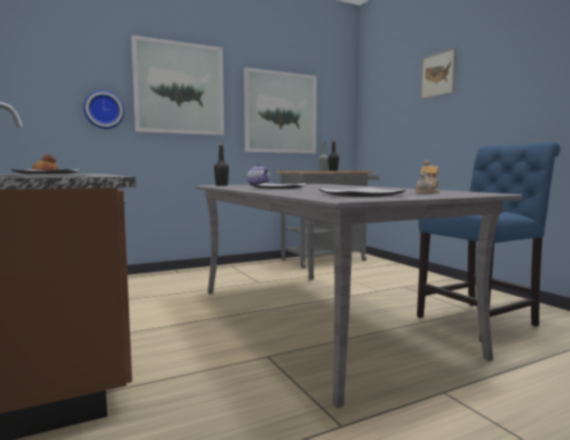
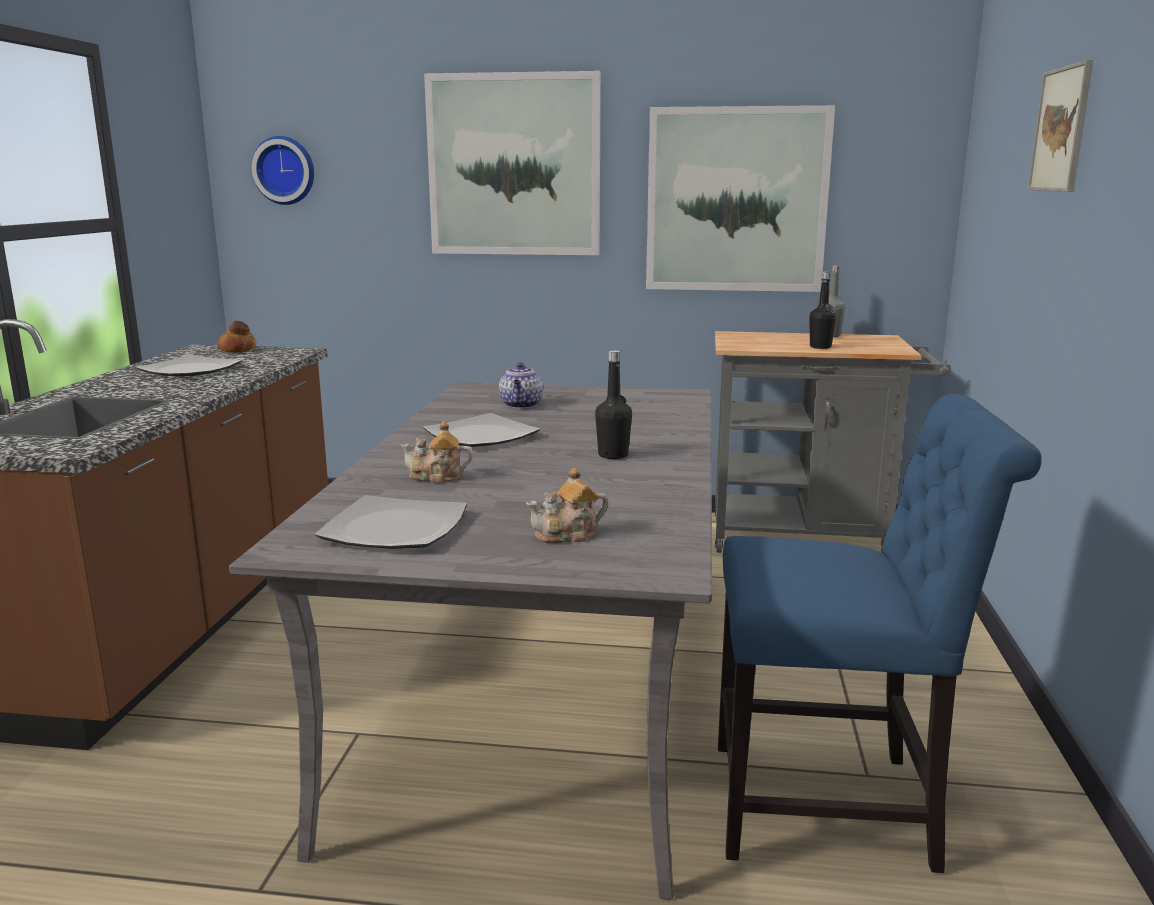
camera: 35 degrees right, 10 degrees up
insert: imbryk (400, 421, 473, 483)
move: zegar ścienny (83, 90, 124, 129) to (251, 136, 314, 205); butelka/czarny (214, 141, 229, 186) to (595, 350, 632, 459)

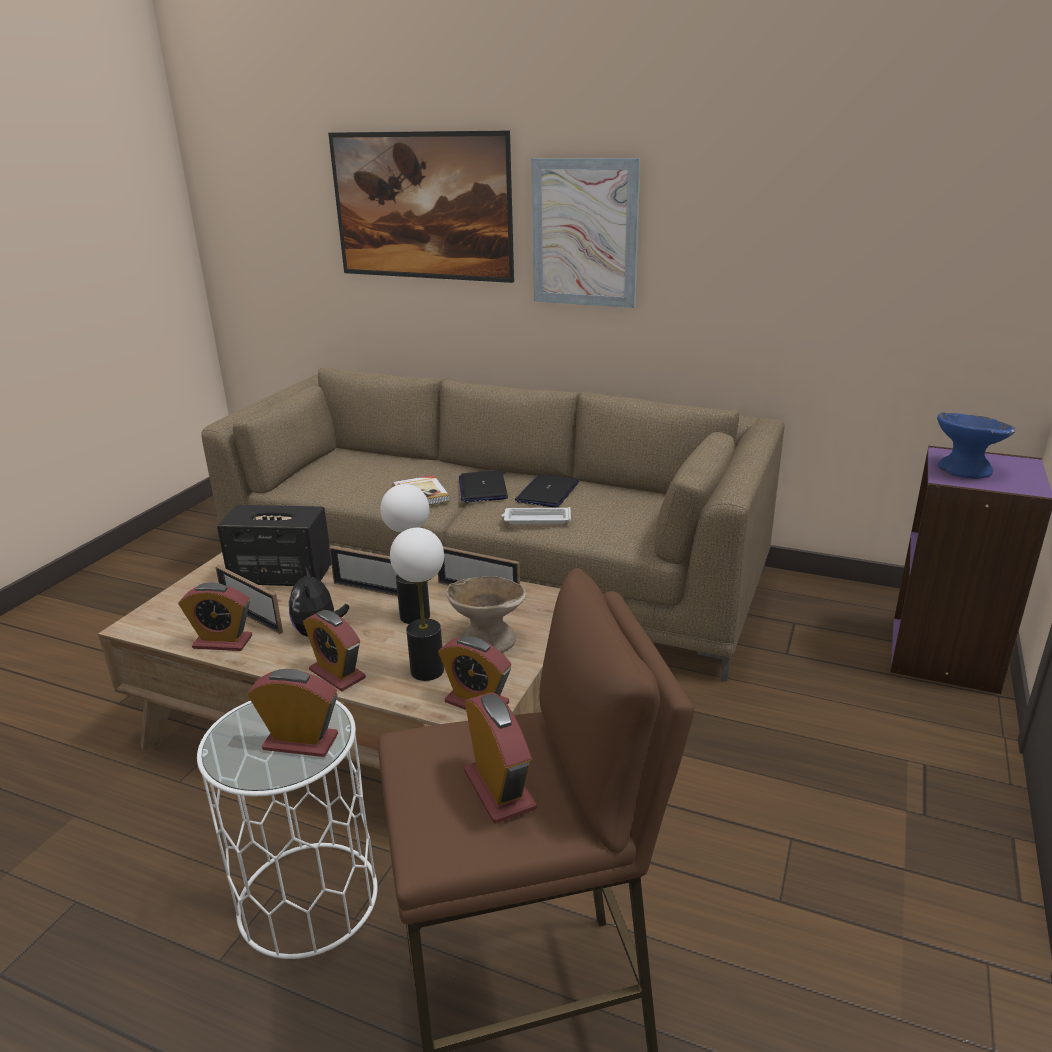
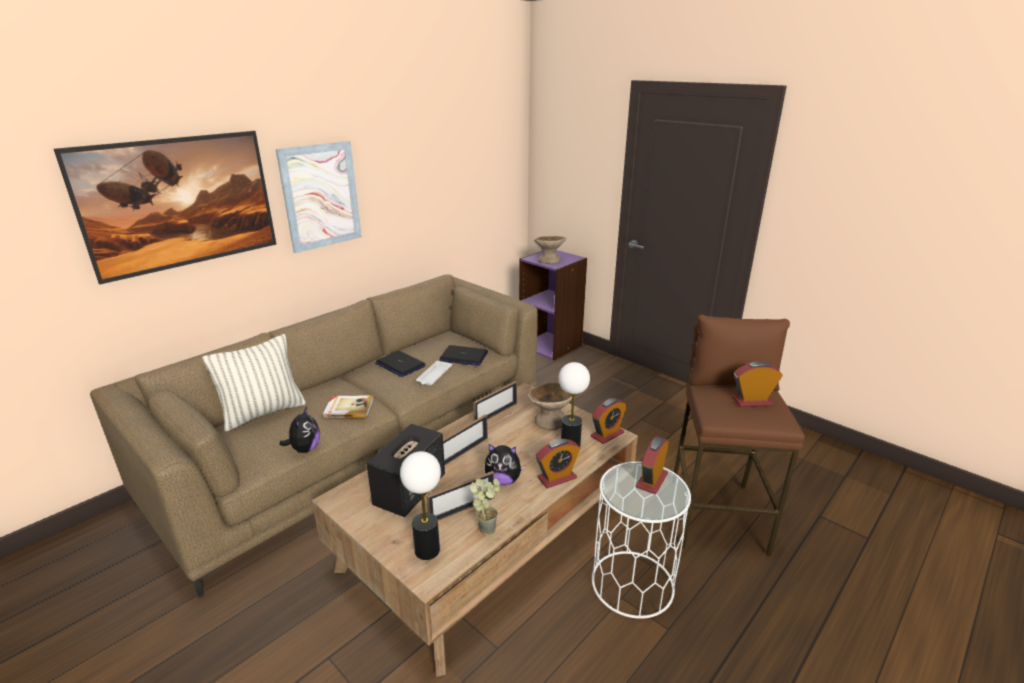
camera: 70 degrees left, 0 degrees up
insert: poduszka (202, 334, 306, 431); pluszak (280, 406, 320, 453)
move: lampa stołowa (381, 484, 430, 624) to (400, 451, 441, 560); laptop (459, 470, 508, 502) to (439, 345, 488, 366)
replace: budzik (178, 582, 252, 651) to roślina doniczkowa (470, 479, 500, 535)
recolor: miska/niebieski (937, 412, 1015, 479) to miska/beżowy (534, 236, 566, 264)

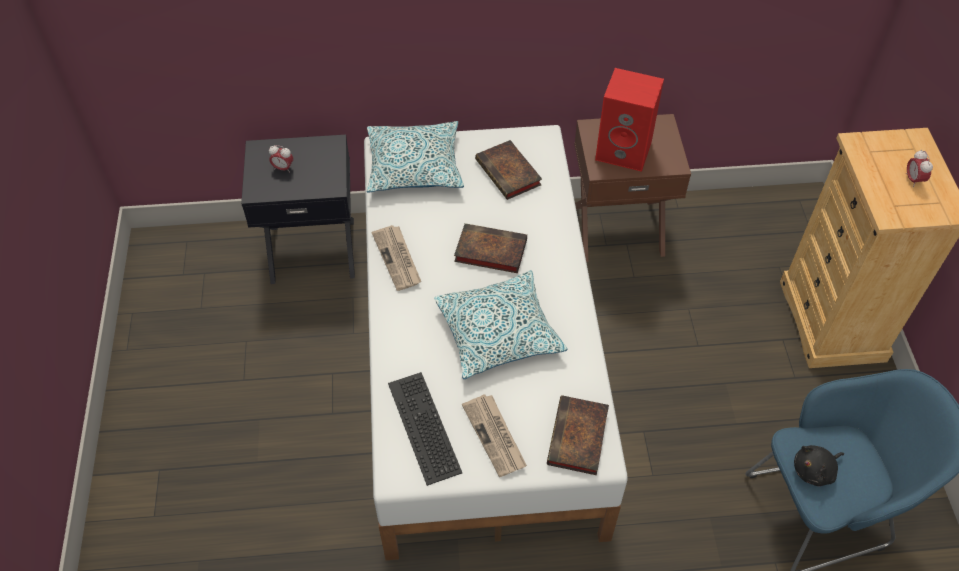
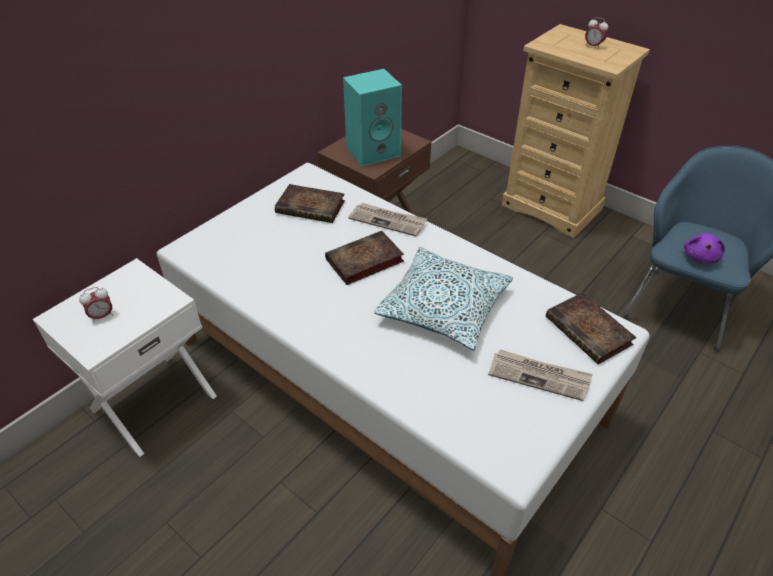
camera: 45 degrees left, 10 degrees down
delete: poduszka (367, 121, 464, 193); klawiatura (388, 372, 462, 486)
move: gazeta (372, 225, 421, 291) to (348, 203, 427, 236)
recolor: szafka nocna/czarny (241, 134, 355, 284) to szafka nocna/biały (33, 258, 217, 457); głośnik/czerwony (595, 68, 664, 172) to głośnik/turkusowy (343, 69, 402, 167); pluszak/czarny (794, 445, 844, 486) to pluszak/fioletowy (684, 233, 725, 264)

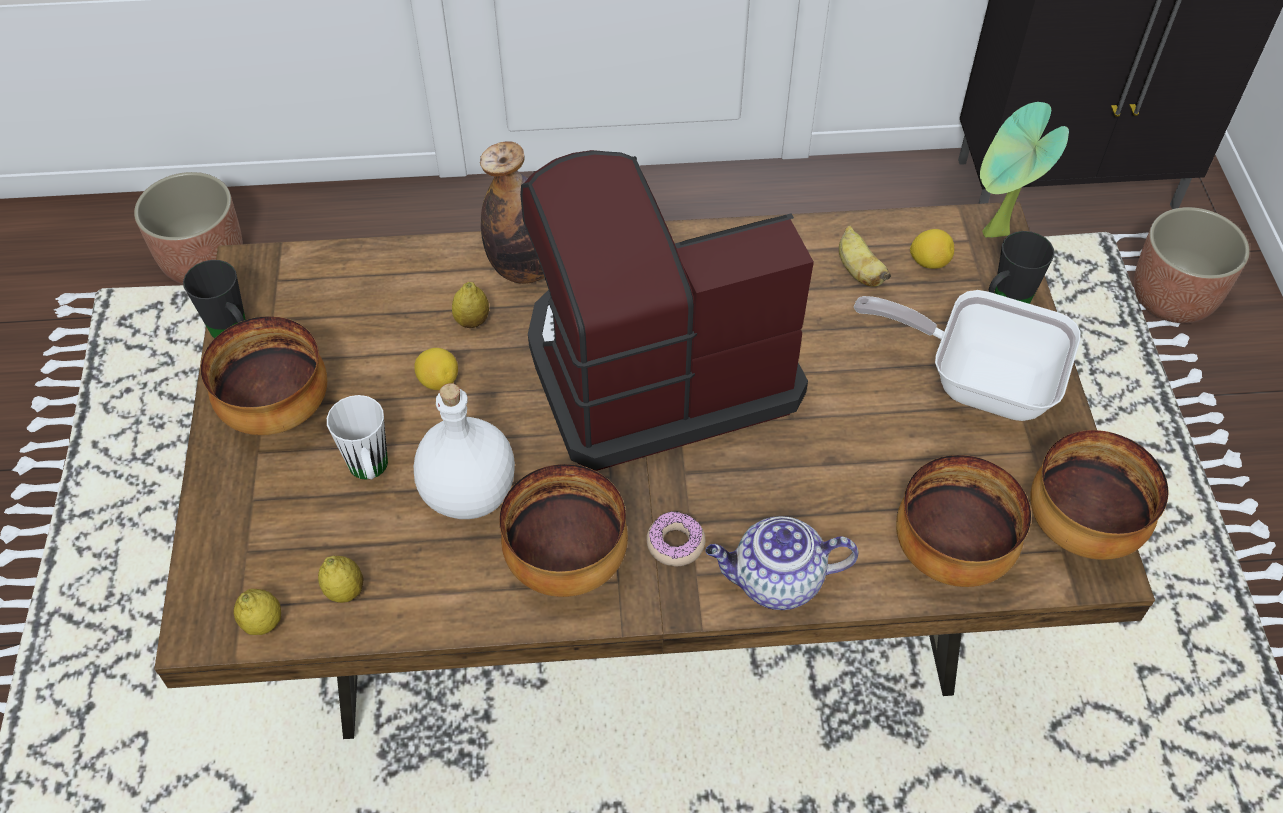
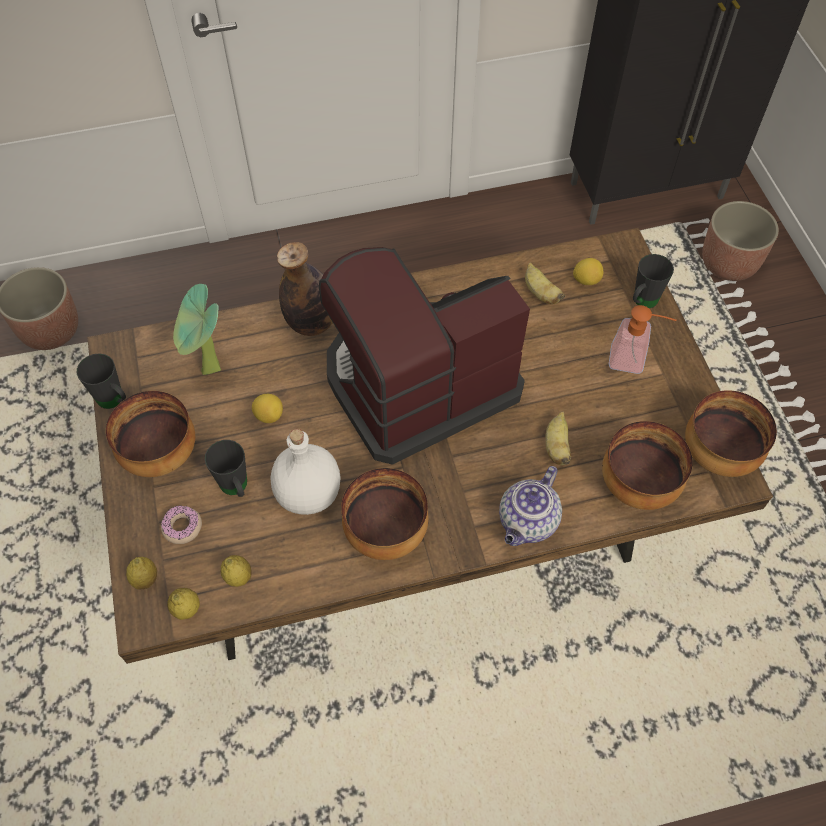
camera: 10 degrees left, 5 degrees up
insert: banan (545, 411, 571, 465)
move: cytryna (452, 282, 489, 328) to (126, 557, 157, 590); donut (647, 512, 706, 566) to (161, 505, 202, 544); roślina doniczkowa (980, 102, 1069, 238) to (173, 284, 221, 375)
replace: patelnia (854, 290, 1081, 421) to dozownik mydła (609, 305, 677, 374)
recolor: kubek/biały (327, 395, 388, 480) to kubek/czarny (205, 440, 247, 497)
rotate: imbryk (706, 516, 858, 610) = (499, 466, 562, 546) 45 degrees counterclockwise

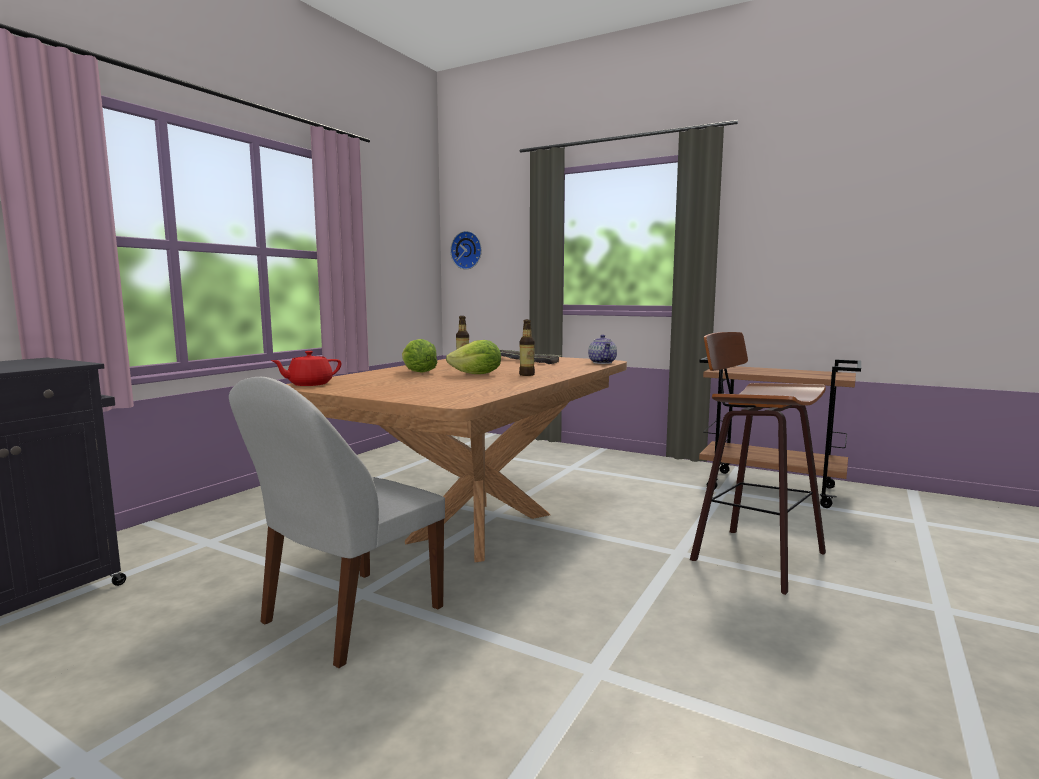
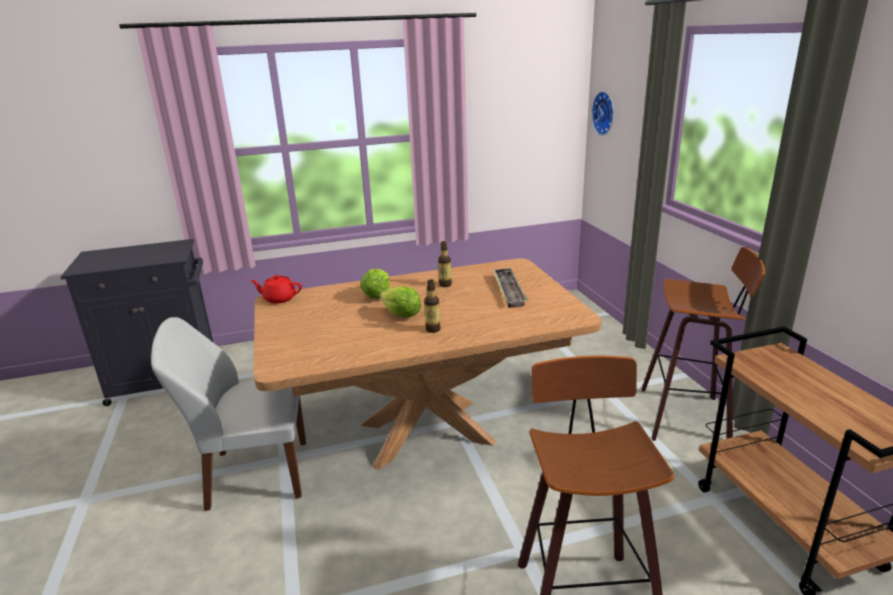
camera: 45 degrees right, 15 degrees up
delete: imbryk (588, 335, 617, 364)
insert: stołek (642, 247, 765, 441)

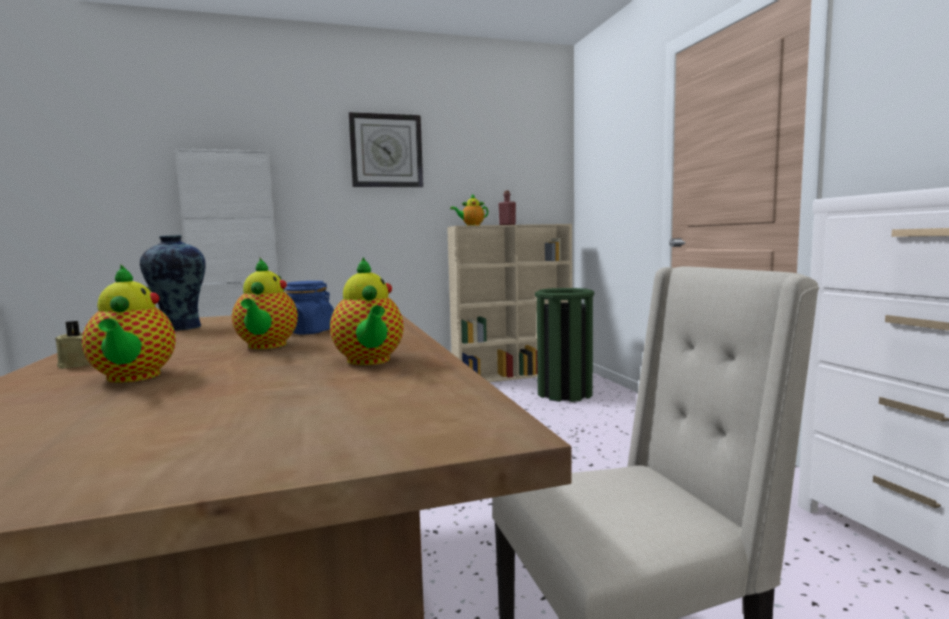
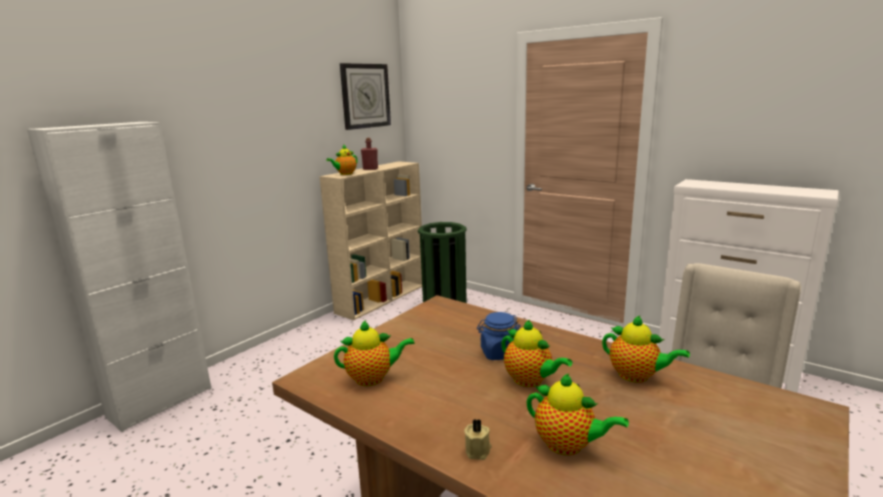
camera: 35 degrees left, 10 degrees up
move: zegar ścienny (349, 112, 423, 187) to (340, 63, 391, 130)
replace: wazon (140, 235, 206, 331) to imbryk (334, 320, 415, 386)

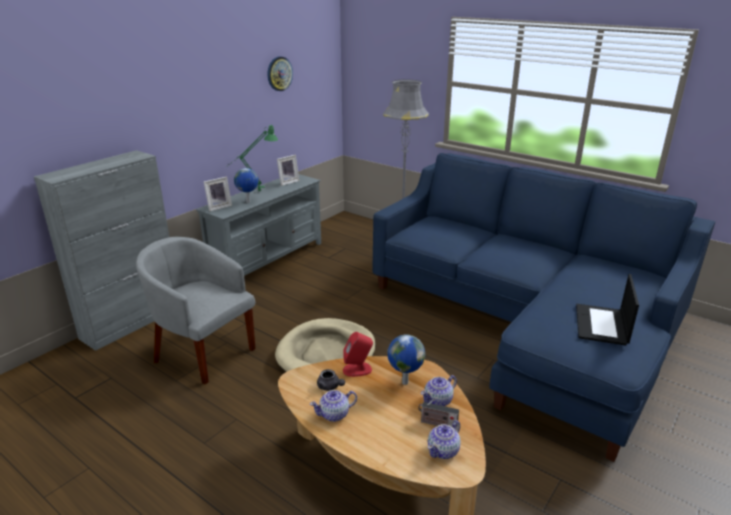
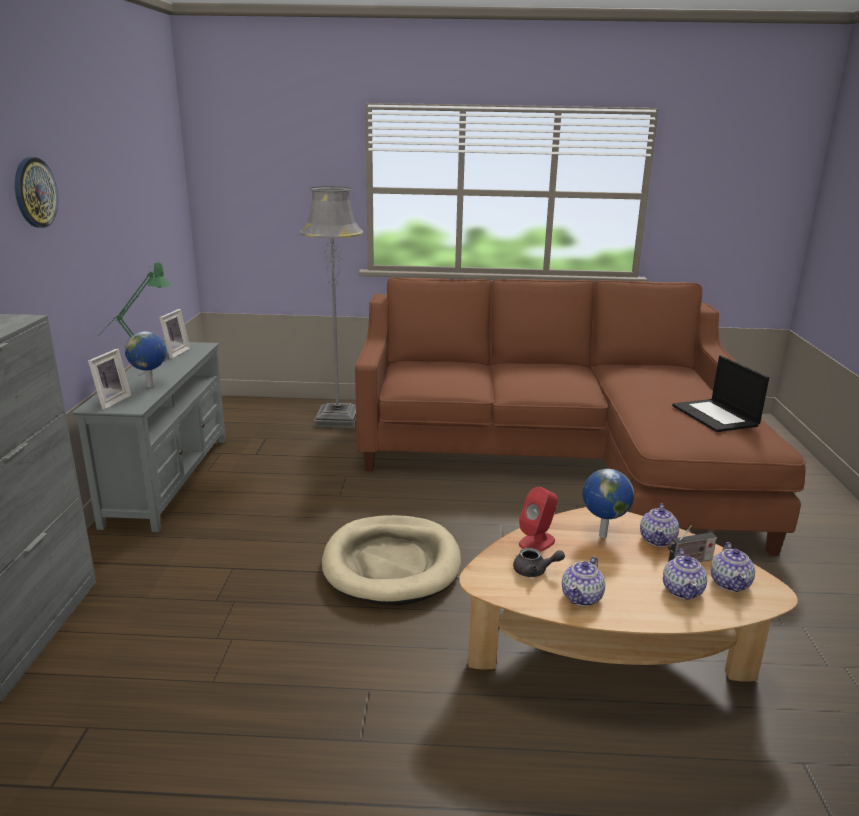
camera: 35 degrees left, 5 degrees down
delete: fotel/szary (136, 237, 256, 385)
insert: imbryk (663, 549, 707, 600)
move: zegar ścienny (268, 56, 293, 91) to (15, 157, 58, 228)
recolor: kanapa/niebieski (372, 153, 715, 462) to kanapa/brązowy (355, 277, 806, 556)

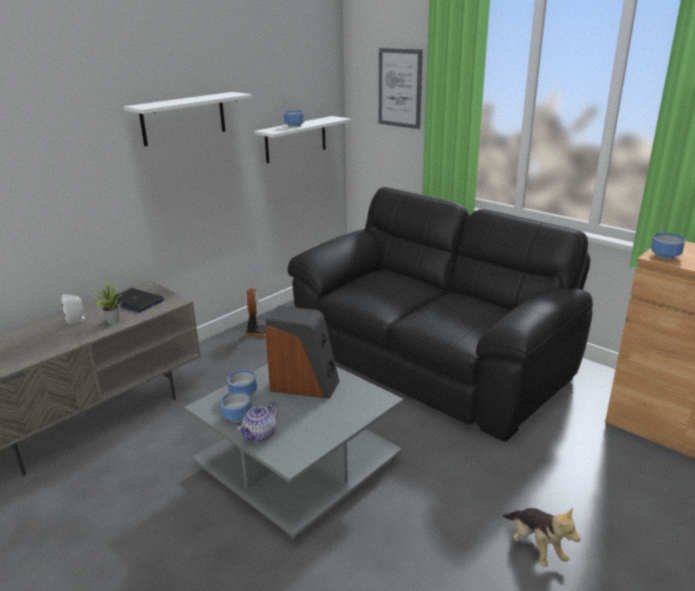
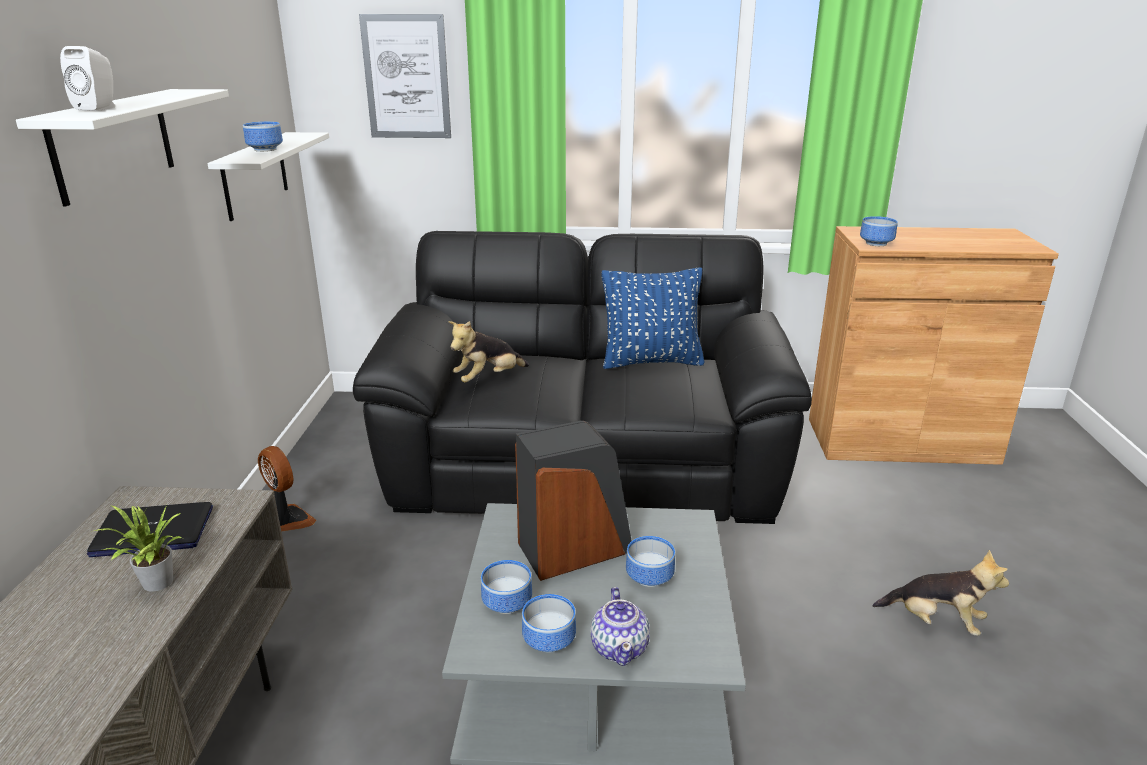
camera: 40 degrees left, 0 degrees up
insert: pluszak (448, 321, 529, 383); poduszka/niebieski (602, 267, 704, 369); miska (626, 536, 675, 587)
move: głośnik/biały (61, 294, 85, 325) to (60, 46, 115, 111)

